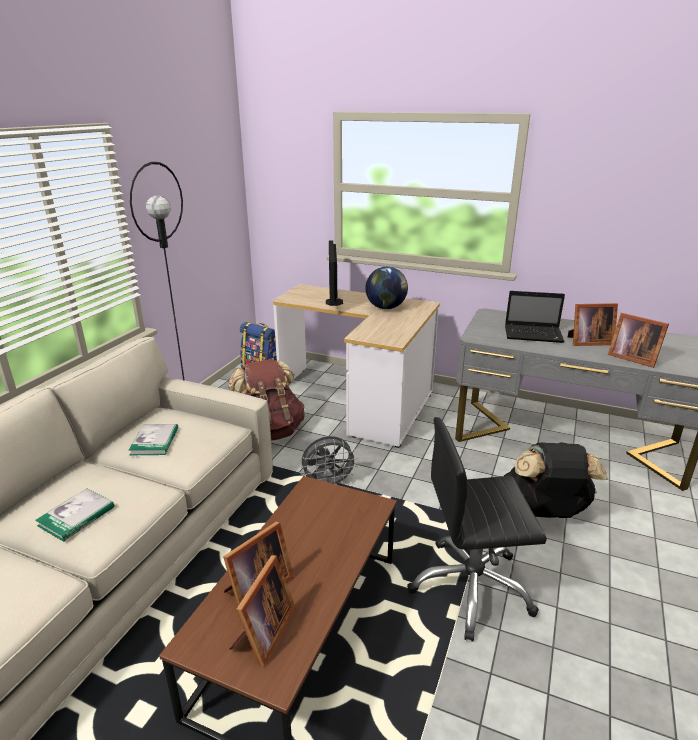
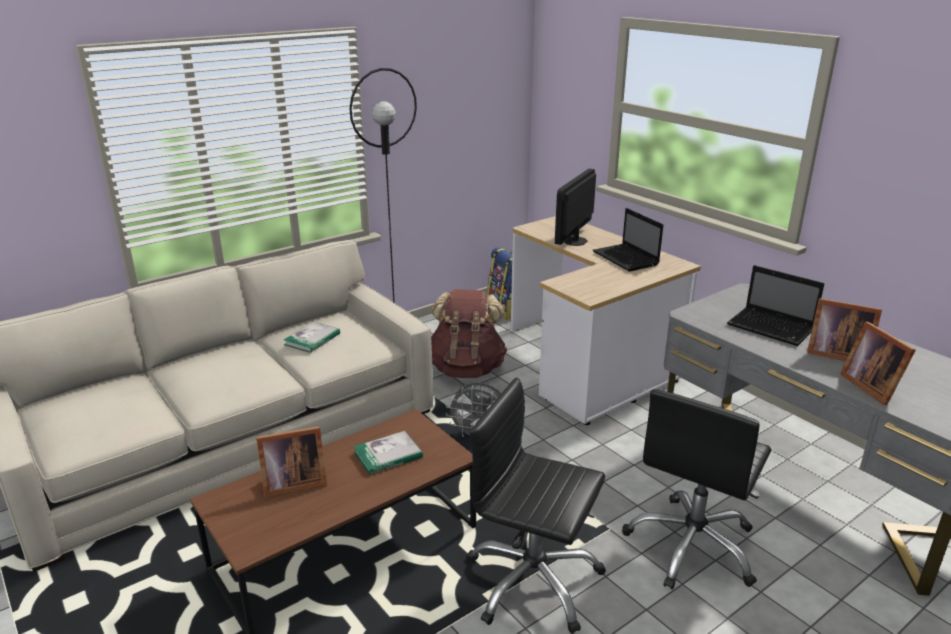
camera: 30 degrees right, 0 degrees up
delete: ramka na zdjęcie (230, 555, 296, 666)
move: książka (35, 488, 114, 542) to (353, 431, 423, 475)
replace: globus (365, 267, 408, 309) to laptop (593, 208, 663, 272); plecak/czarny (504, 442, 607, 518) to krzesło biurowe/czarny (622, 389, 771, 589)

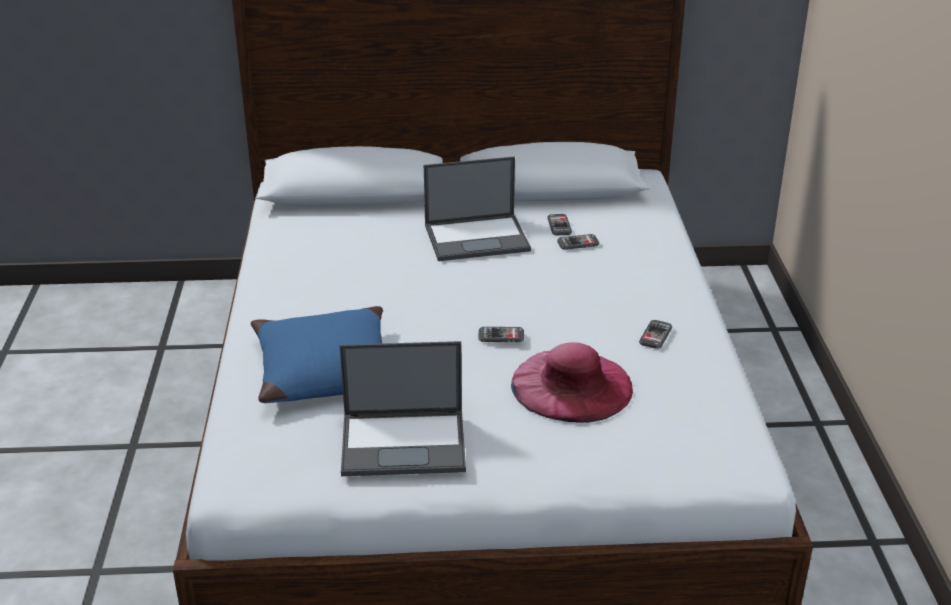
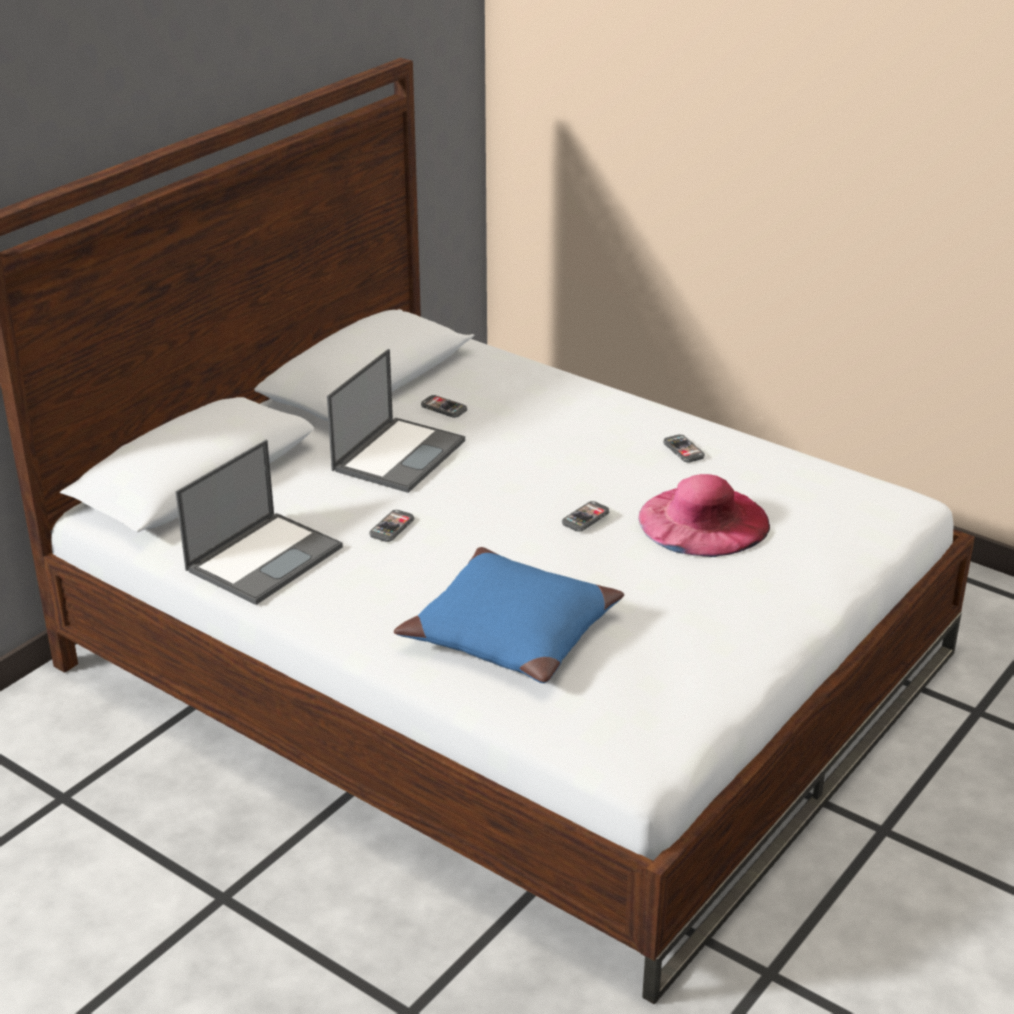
camera: 50 degrees left, 0 degrees up
move: laptop (340, 341, 466, 476) to (175, 440, 343, 605); telefon (557, 234, 599, 250) to (369, 510, 414, 542)

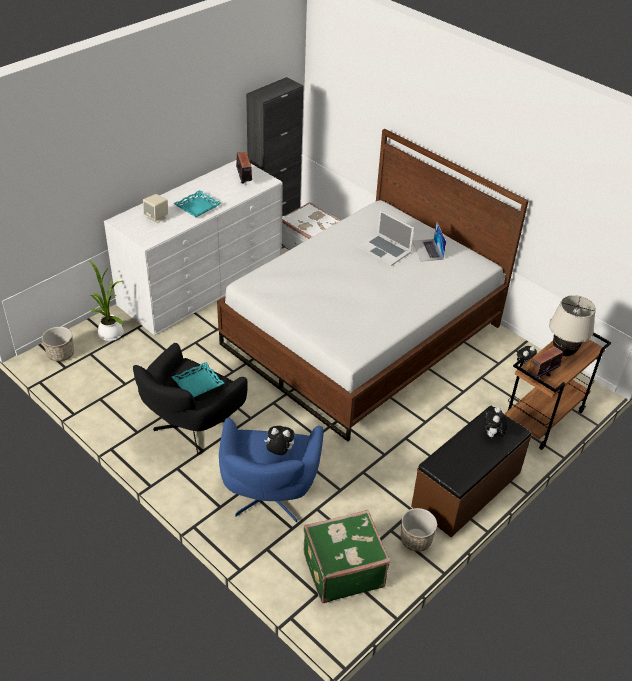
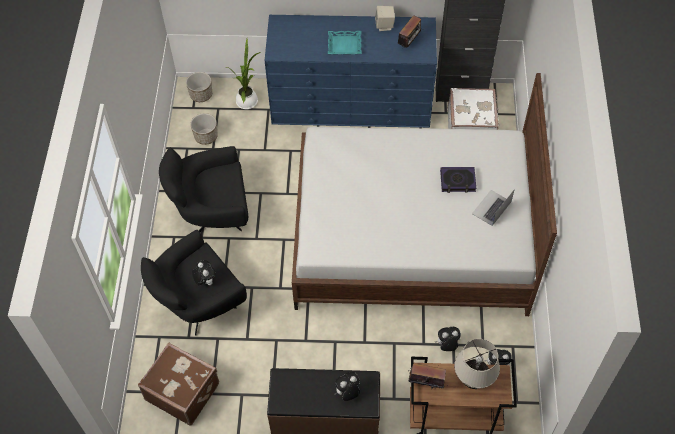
camera: 50 degrees right, 15 degrees up
delete: taca/turkusowy (172, 362, 224, 397)
insert: pluszak (435, 327, 461, 351)
move: głośnik/beżowy (143, 194, 168, 223) to (375, 6, 395, 31); donica (401, 508, 437, 552) to (190, 113, 218, 145)
replace: laptop (357, 210, 414, 266) to książka (440, 167, 476, 193)
recolor: komoda/biały (104, 160, 283, 335) to komoda/niebieski (265, 15, 437, 128); fotel/niebieski (219, 418, 323, 522) to fotel/czarny (141, 230, 247, 336); walizka/zielony (304, 510, 390, 603) to walizka/brązowy (138, 342, 219, 426)

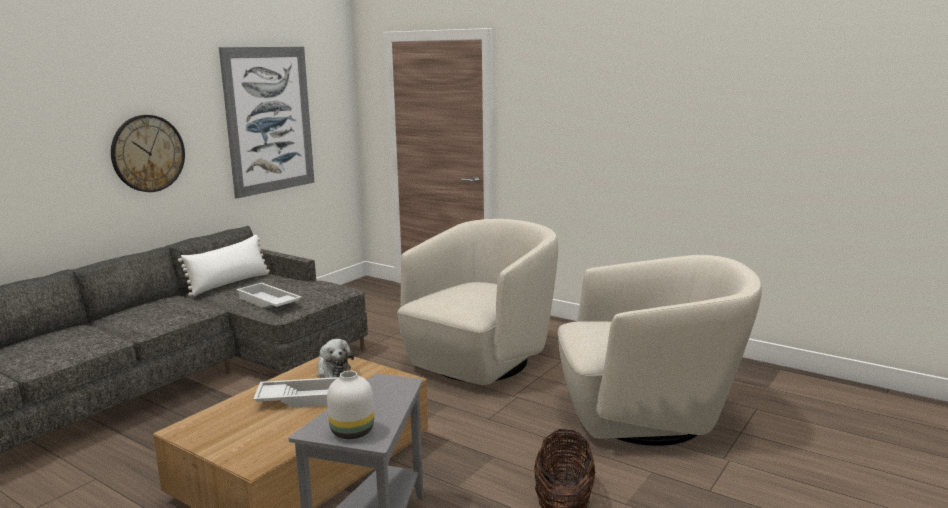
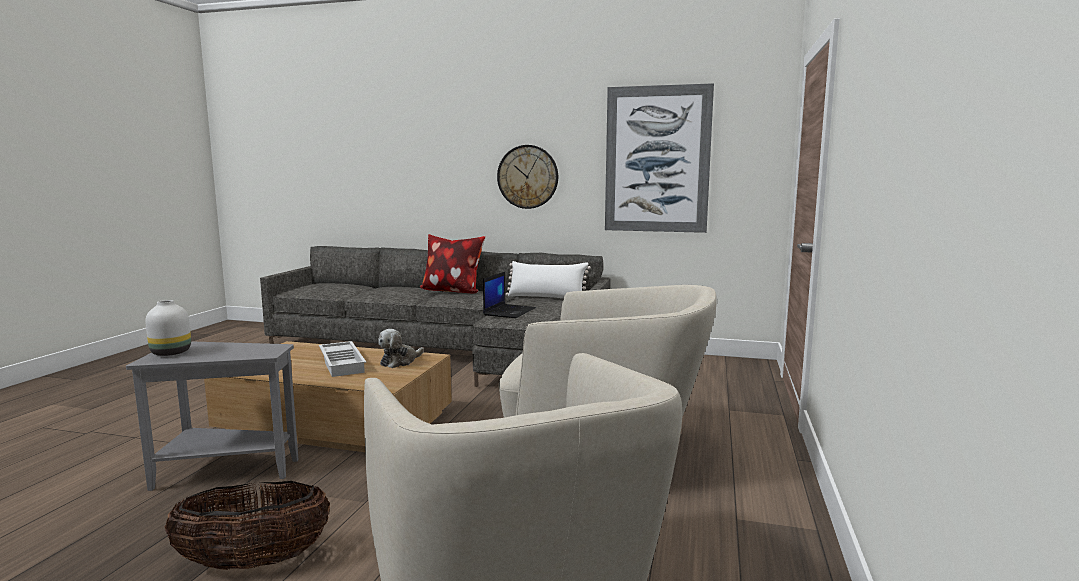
camera: 70 degrees right, 5 degrees down
insert: poduszka (420, 234, 485, 294)
replace: taca/biały (236, 282, 302, 308) to laptop (483, 272, 536, 318)

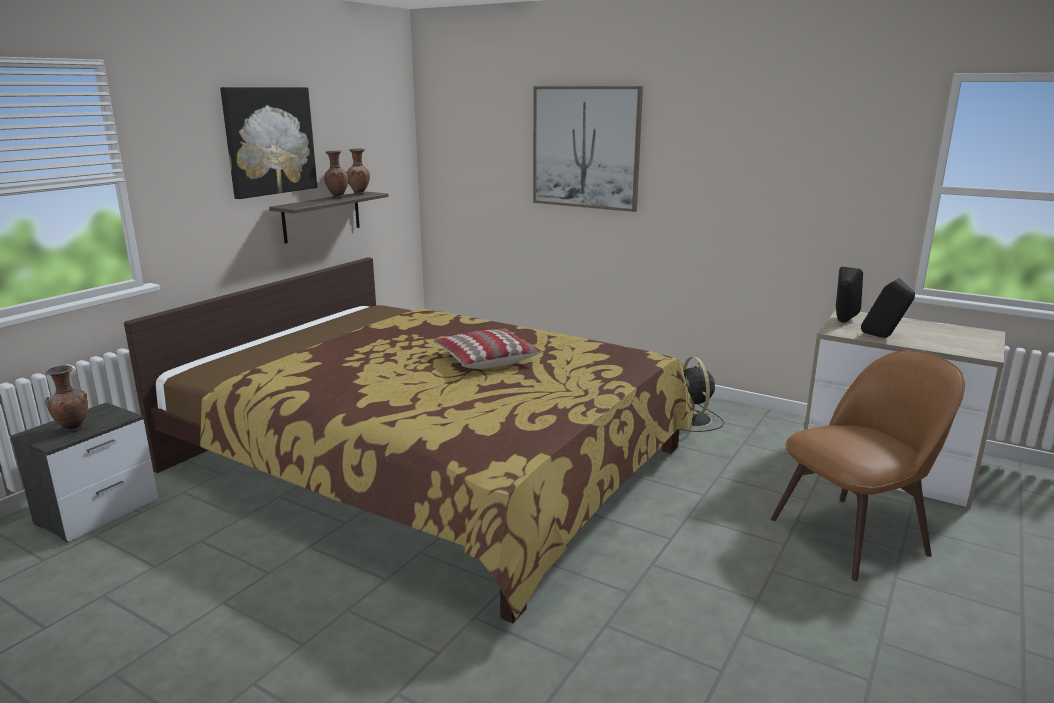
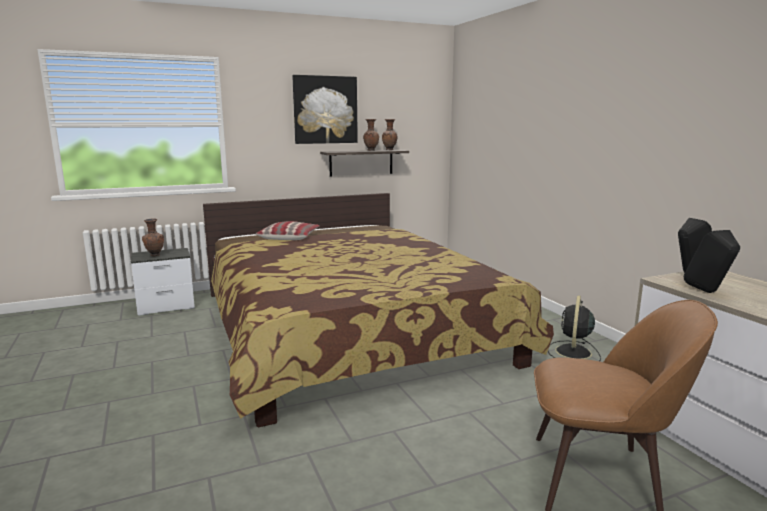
camera: 35 degrees right, 5 degrees down
delete: obraz (533, 86, 643, 212)
move: poduszka (434, 329, 541, 369) to (256, 221, 320, 240)

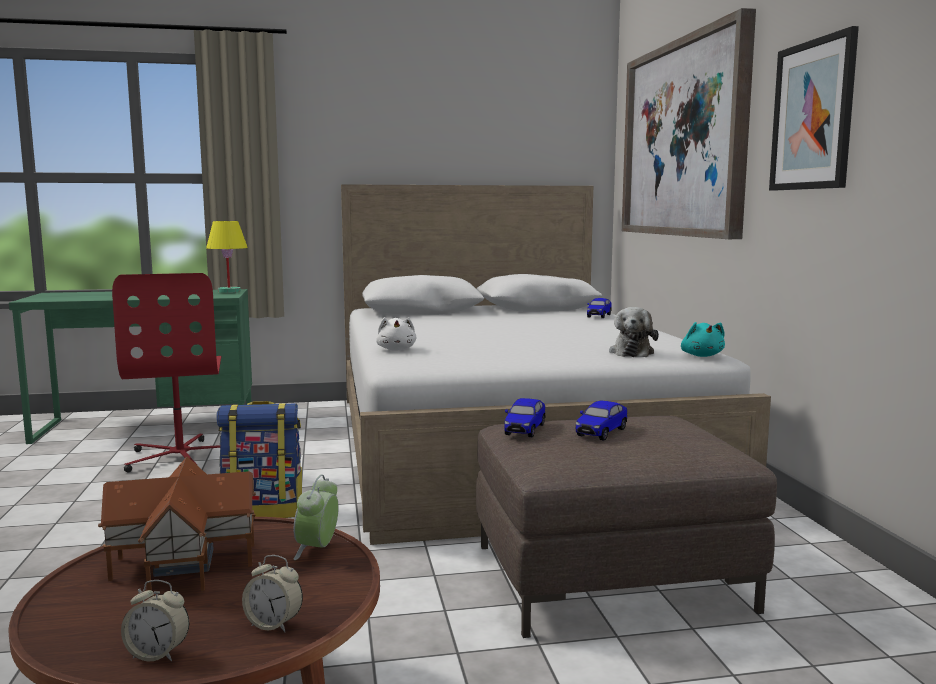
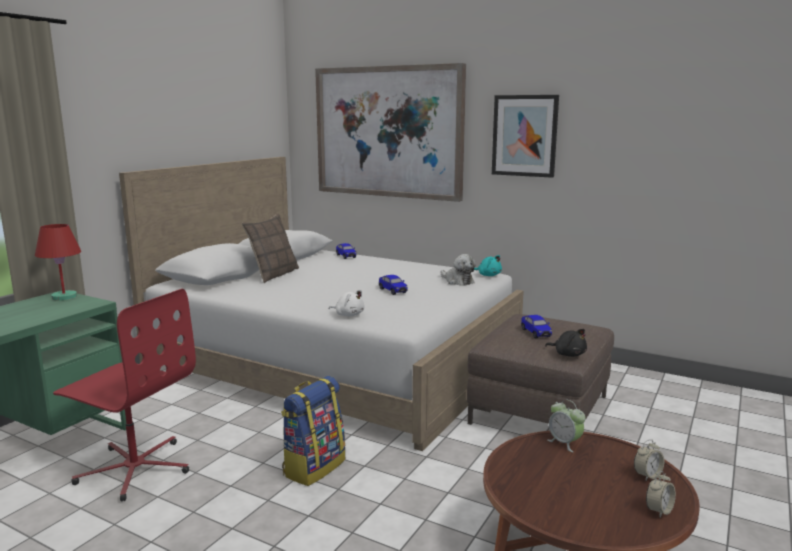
camera: 50 degrees left, 5 degrees up
delete: domek (98, 456, 256, 591)
insert: poduszka (242, 213, 299, 283); pluszak/czarny (545, 329, 587, 357)
move: samochodzik (504, 398, 545, 437) to (379, 275, 408, 295)
recolor: lampa stołowa/żółty (206, 221, 248, 293) to lampa stołowa/czerwony (35, 224, 81, 301)

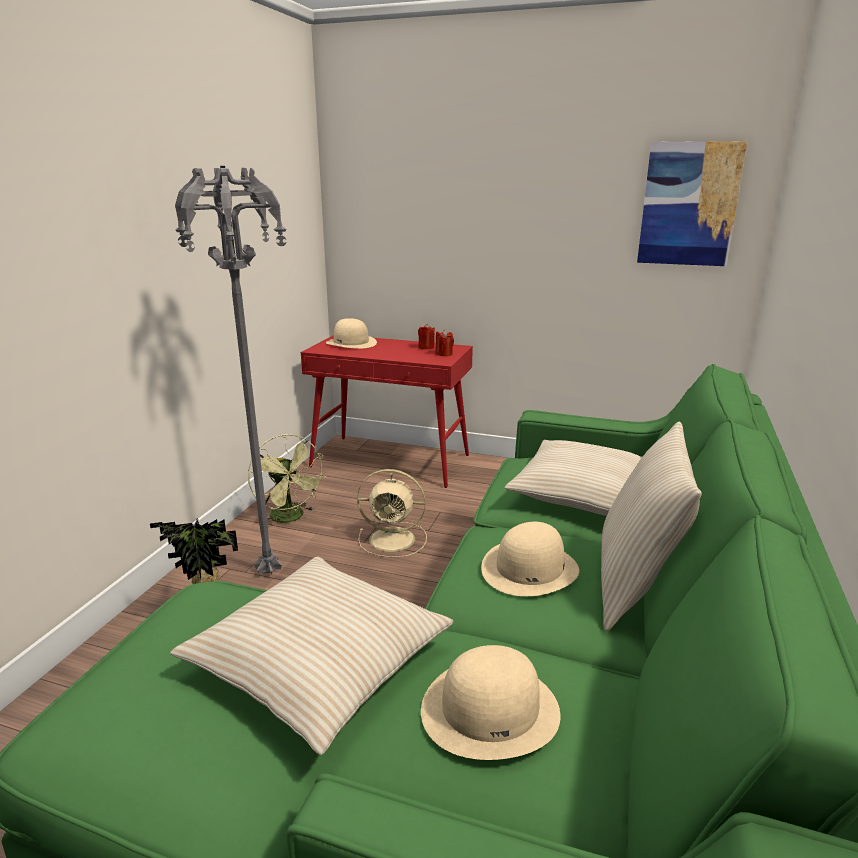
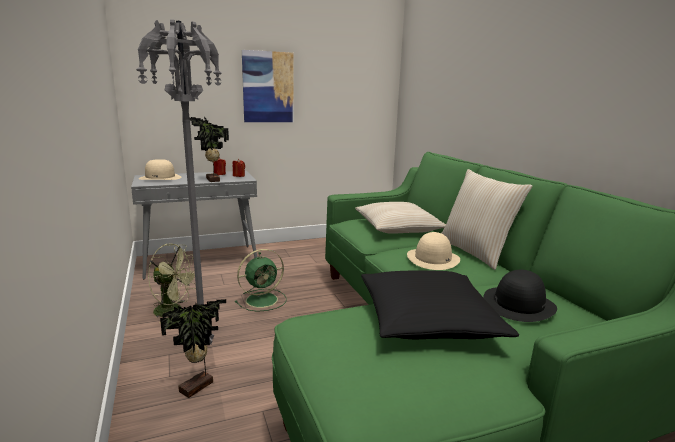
camera: 40 degrees left, 5 degrees down
insert: roślina doniczkowa (190, 117, 229, 182)
move: obraz (637, 141, 748, 266) to (242, 50, 294, 122)
recolor: poduszka/beżowy (170, 557, 453, 755) to poduszka/czarny (361, 270, 519, 339); stolik konsolowy/czerwony (301, 335, 473, 488) to stolik konsolowy/szary (131, 171, 257, 279); wentylator/beżowy (357, 469, 427, 558) to wentylator/zielony (235, 249, 287, 312); kapelusz/beżowy (421, 645, 560, 760) to kapelusz/czarny (484, 270, 557, 322)

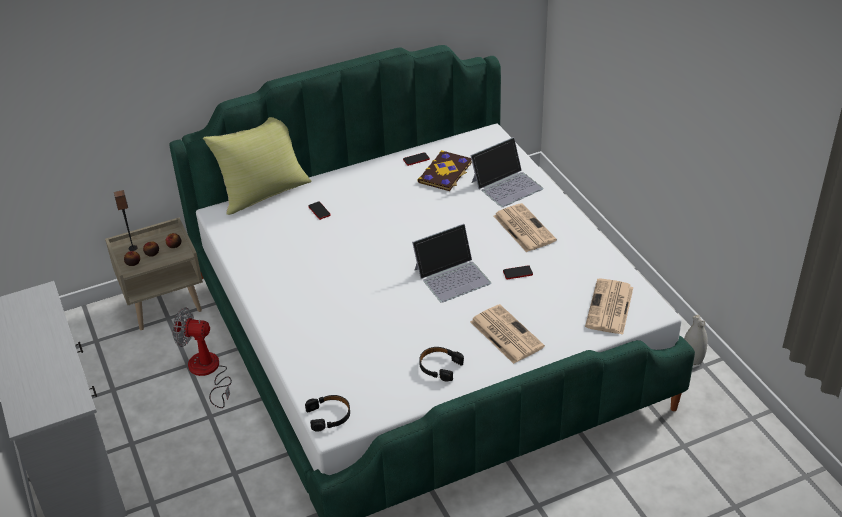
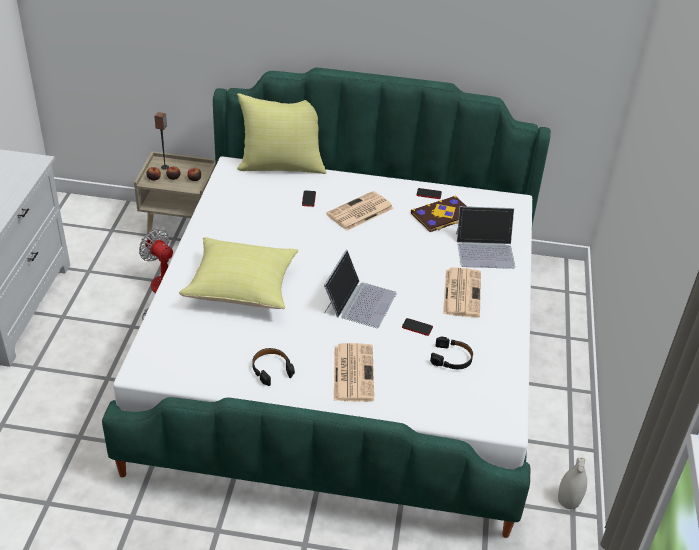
camera: 30 degrees right, 0 degrees up
insert: poduszka/żółty (179, 237, 298, 309)
move: słuchawki/czarny (305, 395, 350, 432) to (430, 337, 473, 369); gazeta (585, 278, 634, 334) to (326, 191, 394, 231)
rotate: laptop (412, 224, 491, 303) = (324, 250, 397, 328) 75 degrees counterclockwise

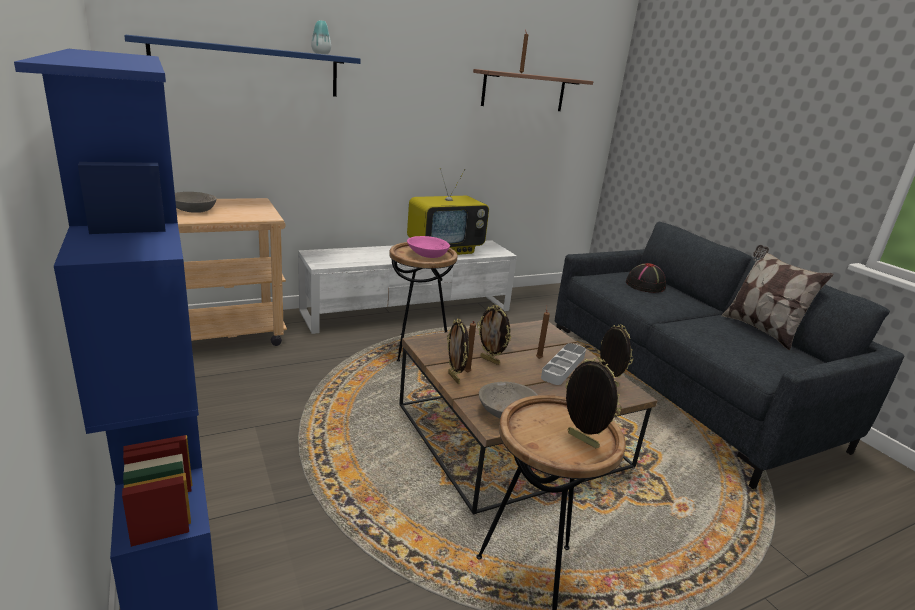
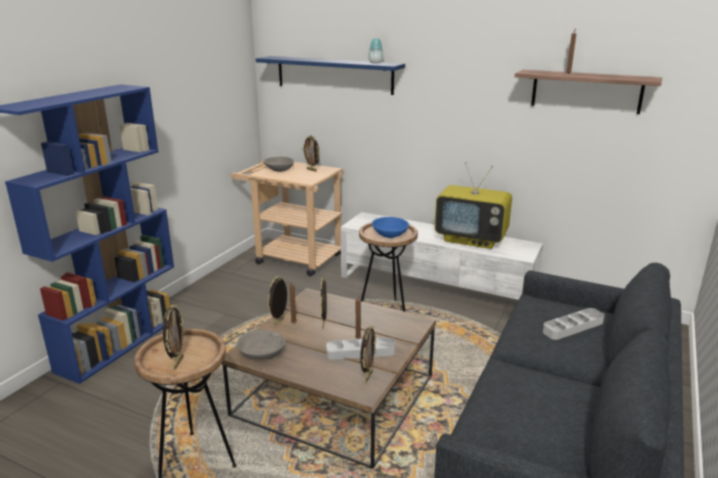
camera: 55 degrees right, 0 degrees up
delete: poduszka (721, 245, 834, 350)
insert: ramka na zdjęcie (303, 135, 320, 172)
replace: kapelusz/czarny (626, 263, 666, 293) to taca/szary (543, 308, 604, 340)
recolor: miska/różowy (407, 236, 450, 258) to miska/niebieski (372, 217, 409, 238)

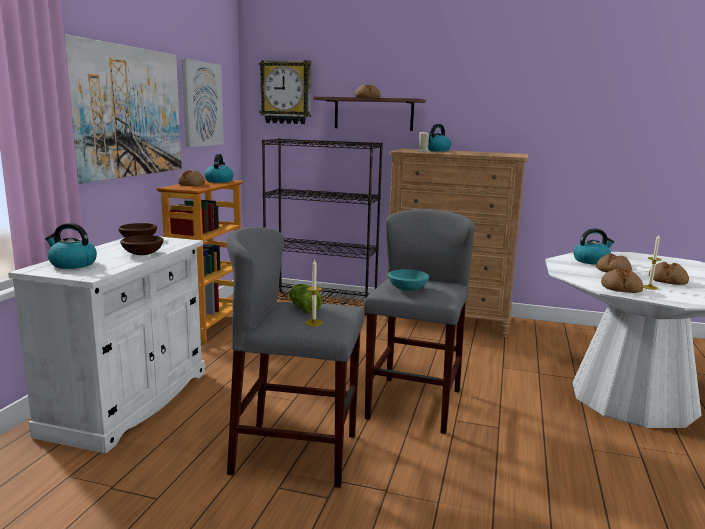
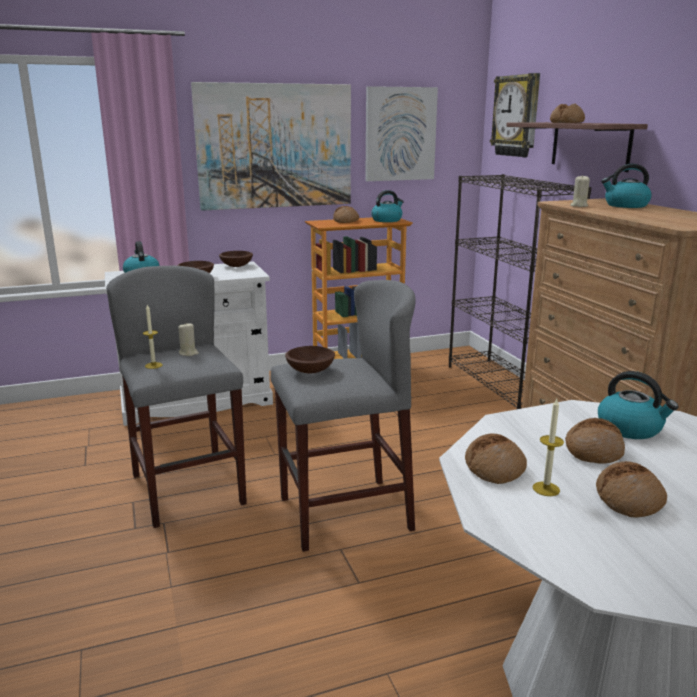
camera: 55 degrees right, 5 degrees up
replace: sałata (289, 284, 322, 313) to świeca/beżowy (178, 323, 199, 356)
recolor: miska/turkusowy (388, 269, 429, 291) to miska/brązowy (285, 346, 335, 374)

